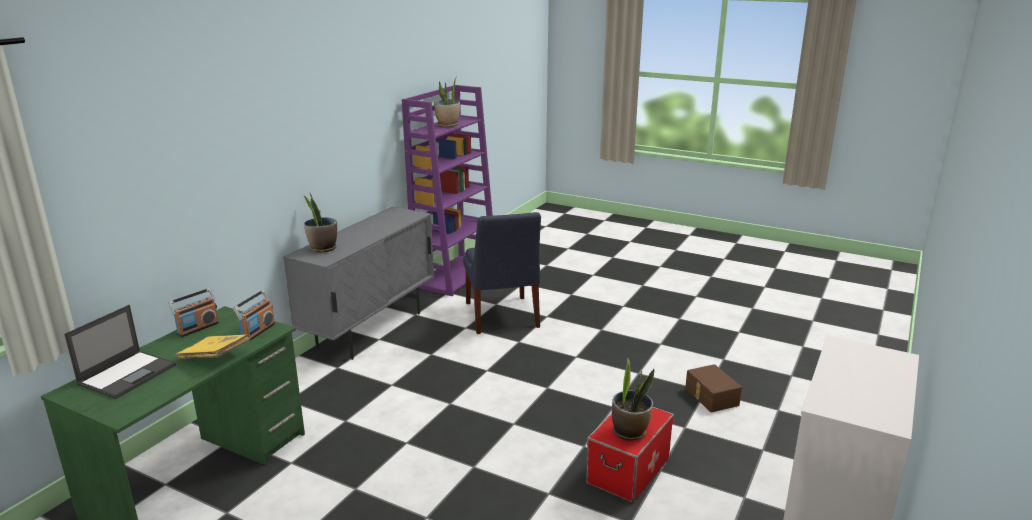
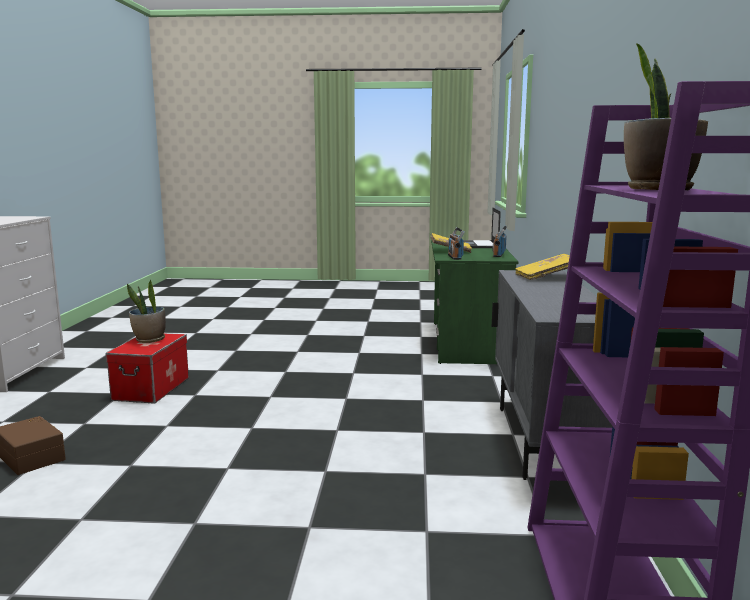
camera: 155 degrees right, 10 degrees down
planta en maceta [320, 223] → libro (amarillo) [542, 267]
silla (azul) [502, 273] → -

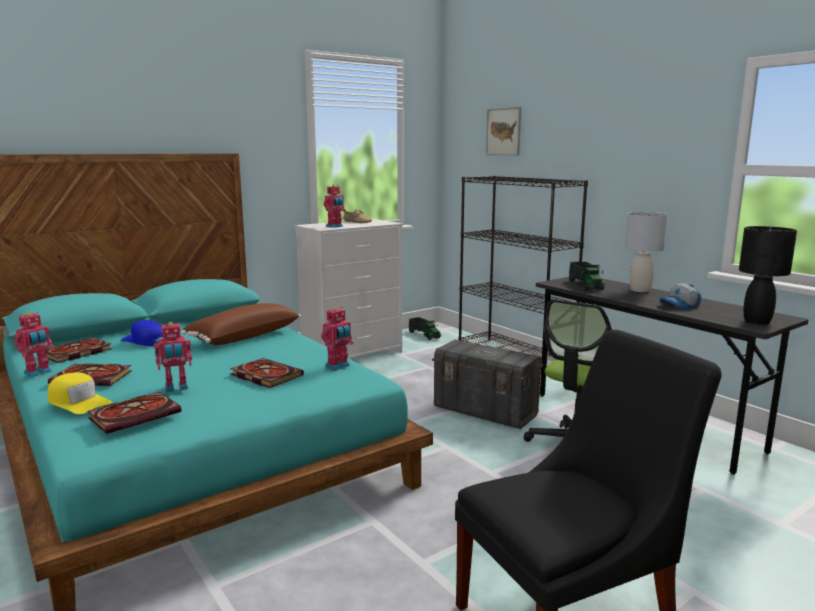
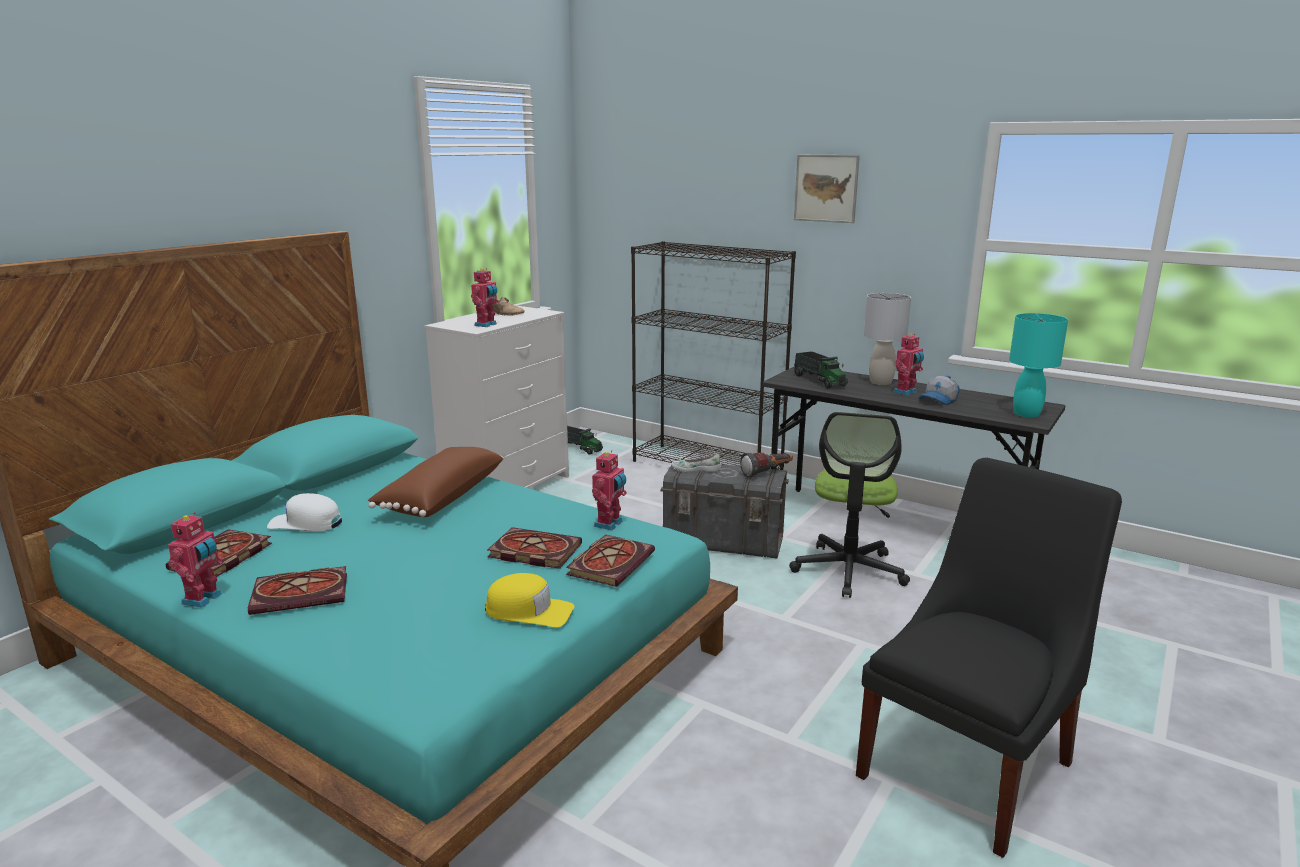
camera: 20 degrees left, 5 degrees up
gorra (azul) [141, 333] → gorra (blanco) [304, 512]
gorra (amarillo) [80, 393] → gorra (amarillo) [530, 600], move
libro [134, 413] → libro [610, 560], move
- → zapato (blanco) [696, 462]
- → linterna [766, 465]
cuadro [503, 131] → cuadro [827, 189], move
robot de juguete [173, 357] → robot de juguete [908, 364], move
lámpara de mesa (negro) [768, 275] → lámpara de mesa (turquesa) [1038, 365]

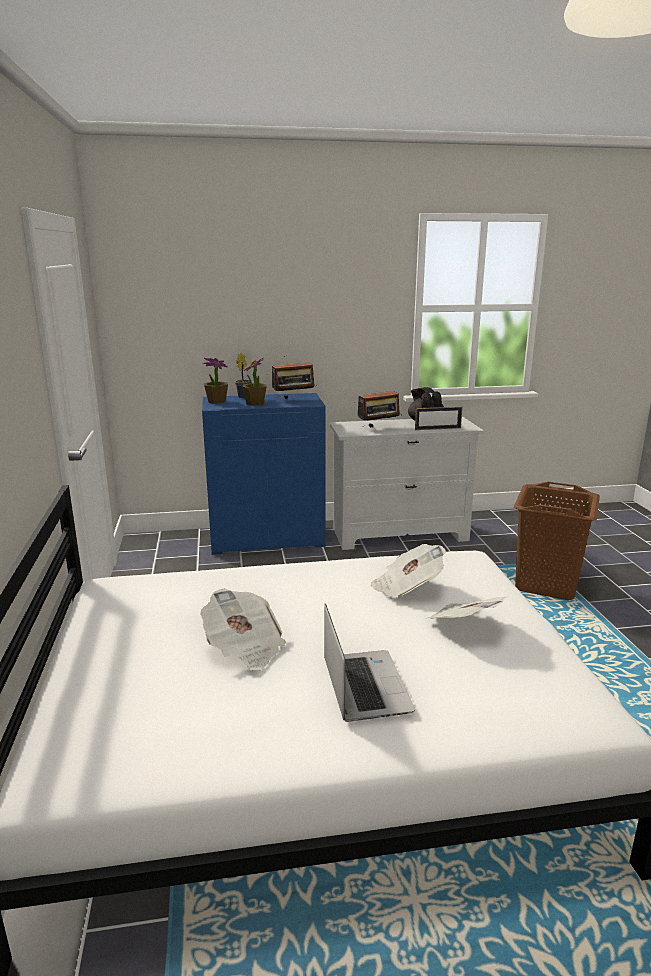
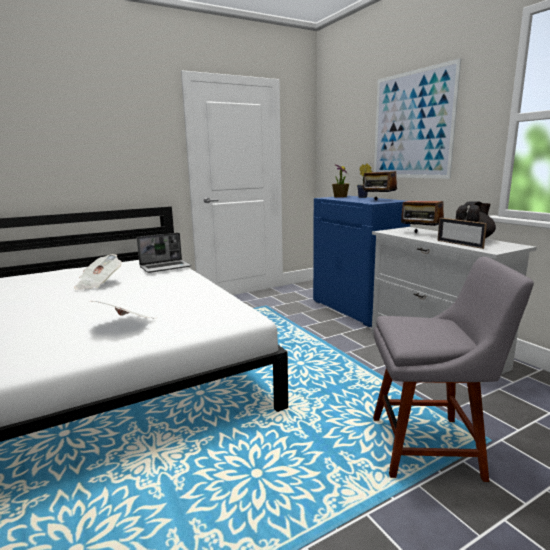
camera: 70 degrees right, 5 degrees down
portátil [369, 662] → portátil [164, 253], move
cesto de la ropa (marrón) [557, 540] → silla (gris) [453, 369]
- → cuadro [417, 118]
planta en maceta [254, 382] → -
periódico [408, 571] → -

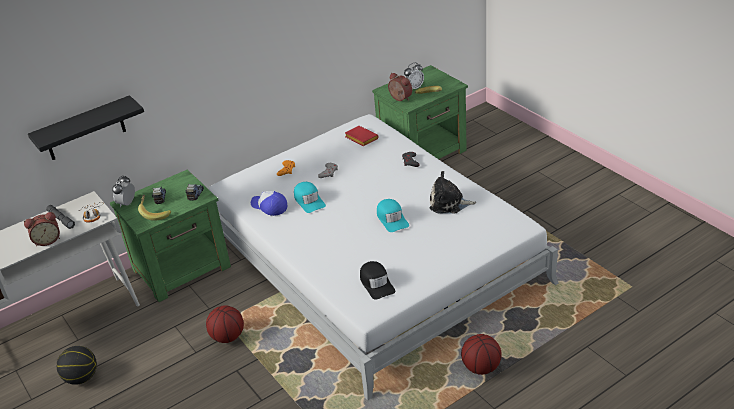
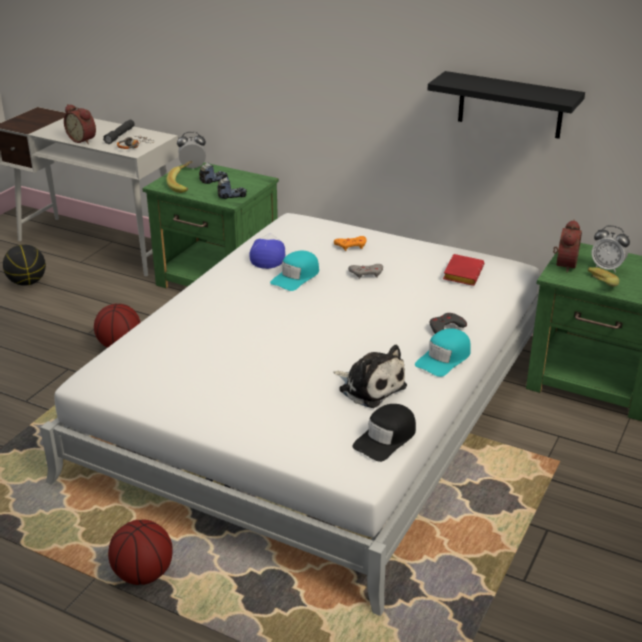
camera: 60 degrees right, 5 degrees down
peluche [453, 192] → peluche [370, 376], 150 degrees clockwise
gorra (negro) [377, 280] → gorra (negro) [384, 433], move
gorra (turquesa) [393, 215] → gorra (turquesa) [443, 352], move
estante (negro) [86, 127] → estante (negro) [506, 105], move

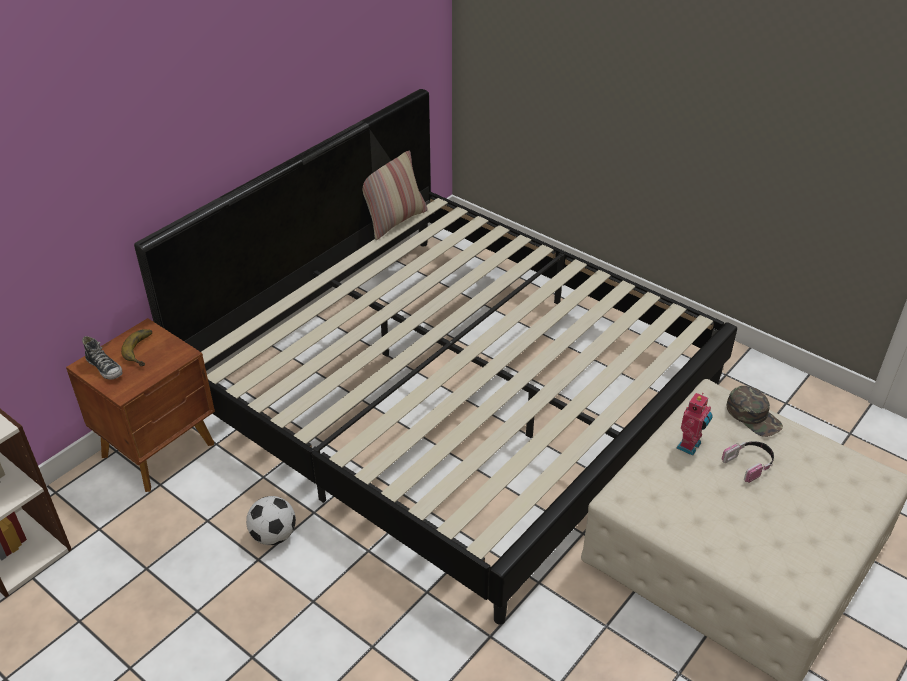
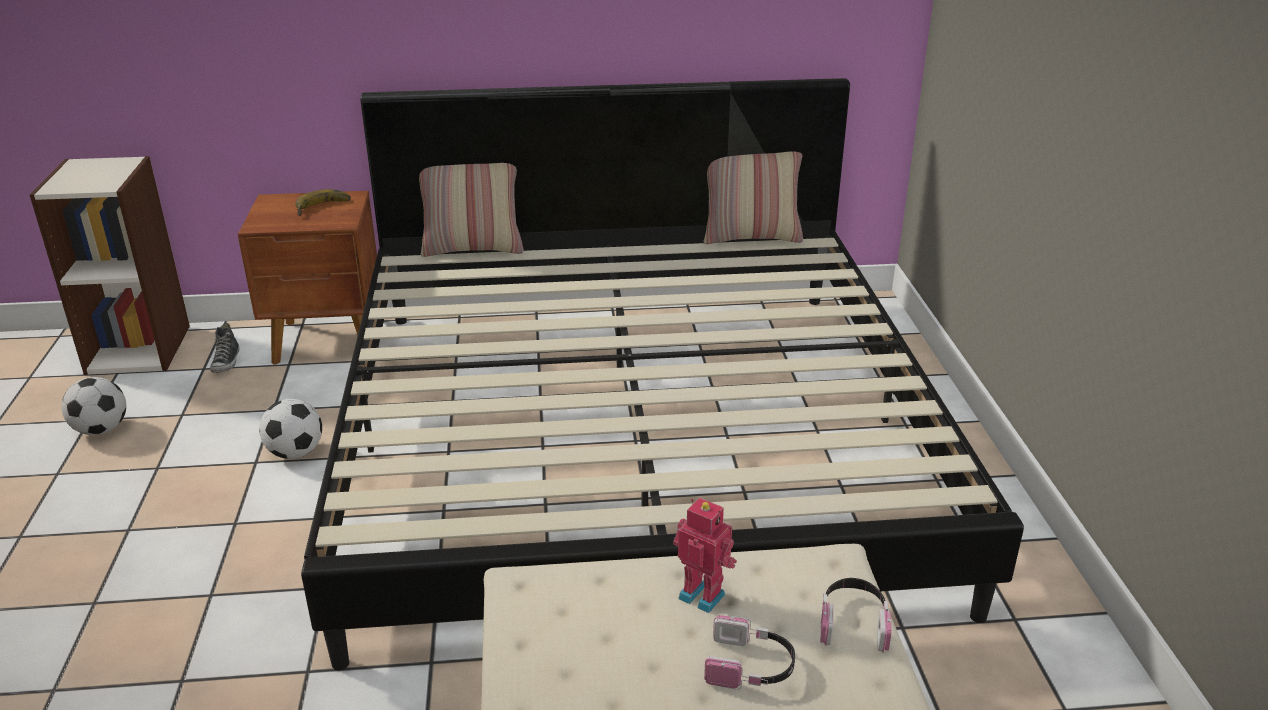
camera: 45 degrees right, 10 degrees down
- → balón de fútbol [93, 406]
zapato [102, 357] → zapato [224, 348], move
- → cojín [471, 210]
robot de juguete [694, 424] → robot de juguete [705, 555], 135 degrees counterclockwise
gorra (verde) [755, 411] → auriculares [856, 615]

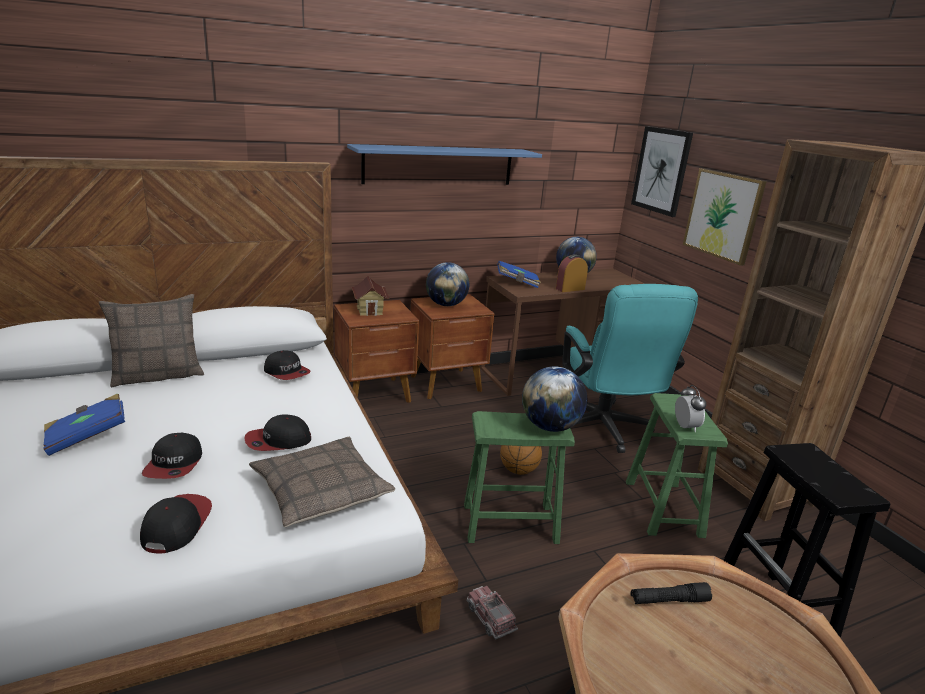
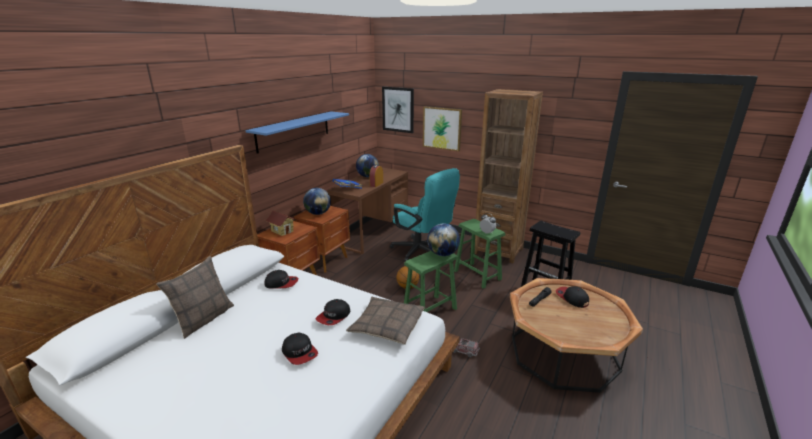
camera: 35 degrees left, 0 degrees up
gorra [176, 523] → gorra [572, 297], move
libro (azul) [84, 424] → -

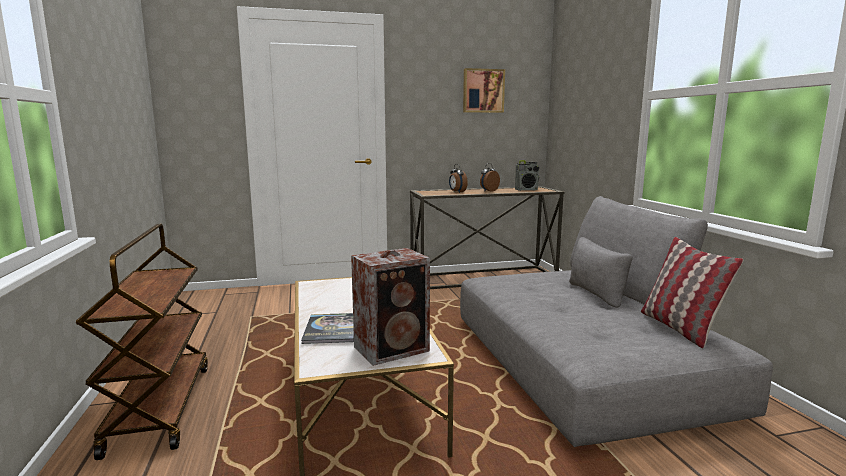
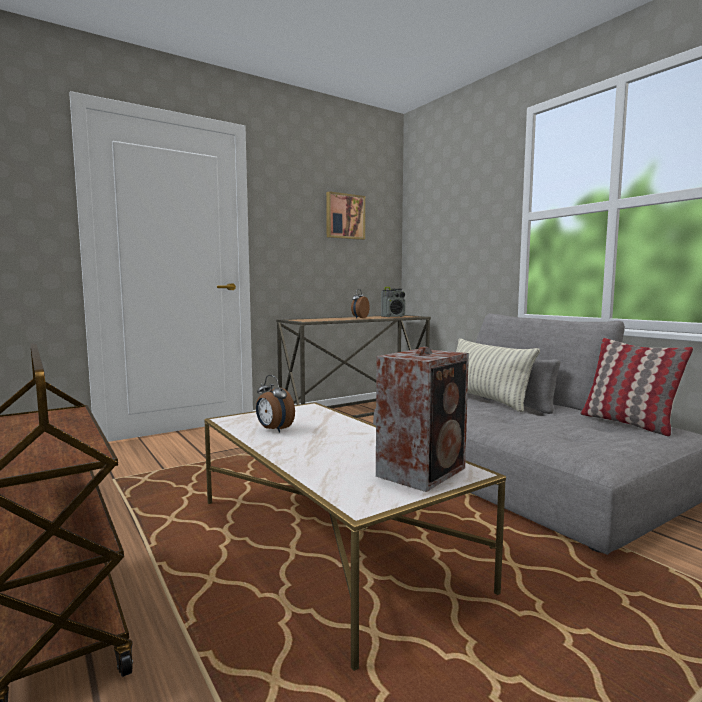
camera: 20 degrees left, 5 degrees down
despertador [458, 178] → despertador [275, 404], move
- → cojín [498, 375]
libro [327, 328] → -

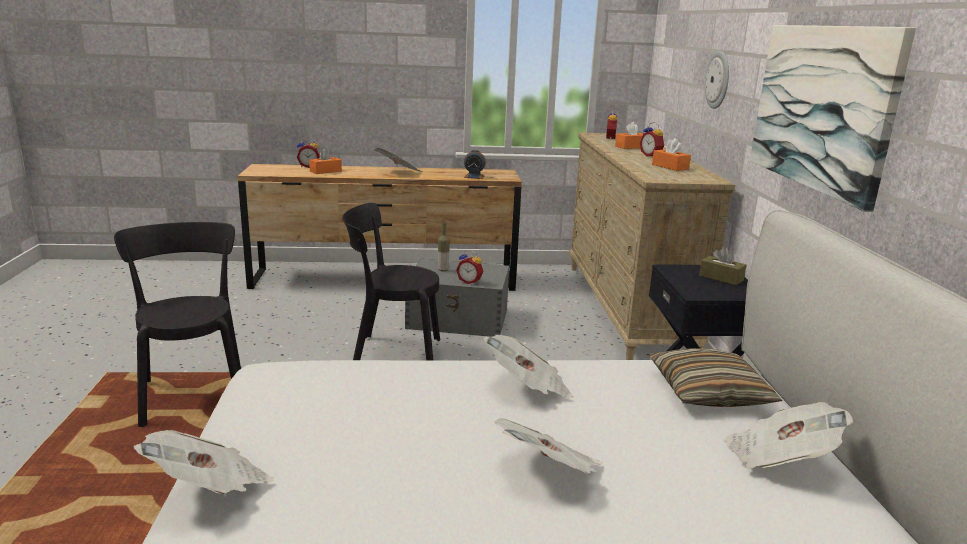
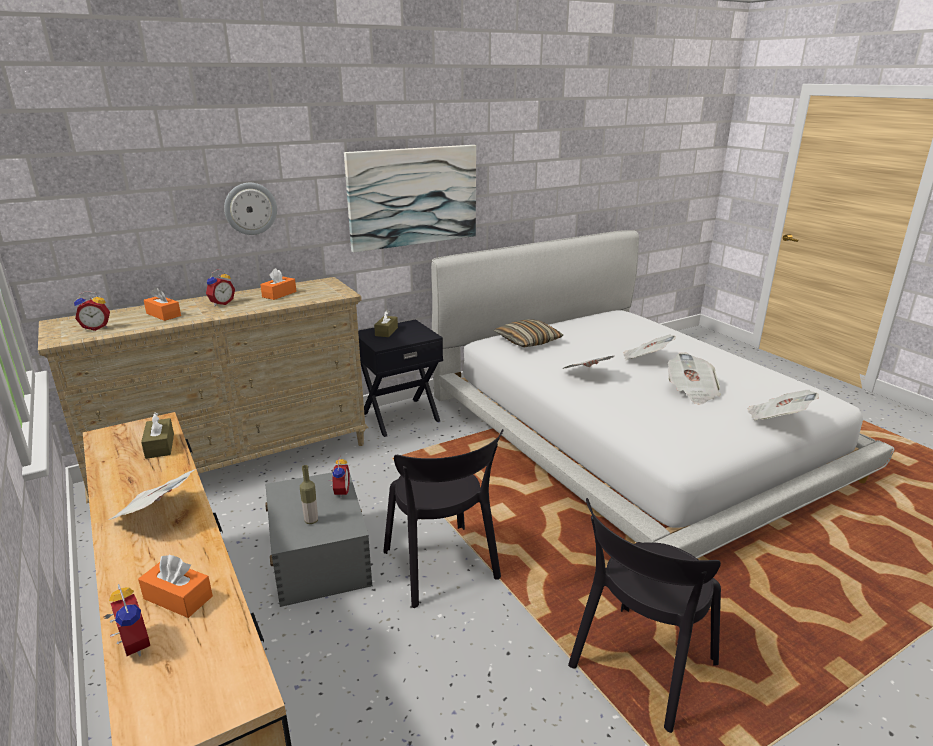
camera: 115 degrees left, 5 degrees up
despertador [475, 164] → caja de pañuelos (marrón) [157, 436]
periódico [788, 435] → periódico [694, 378], move

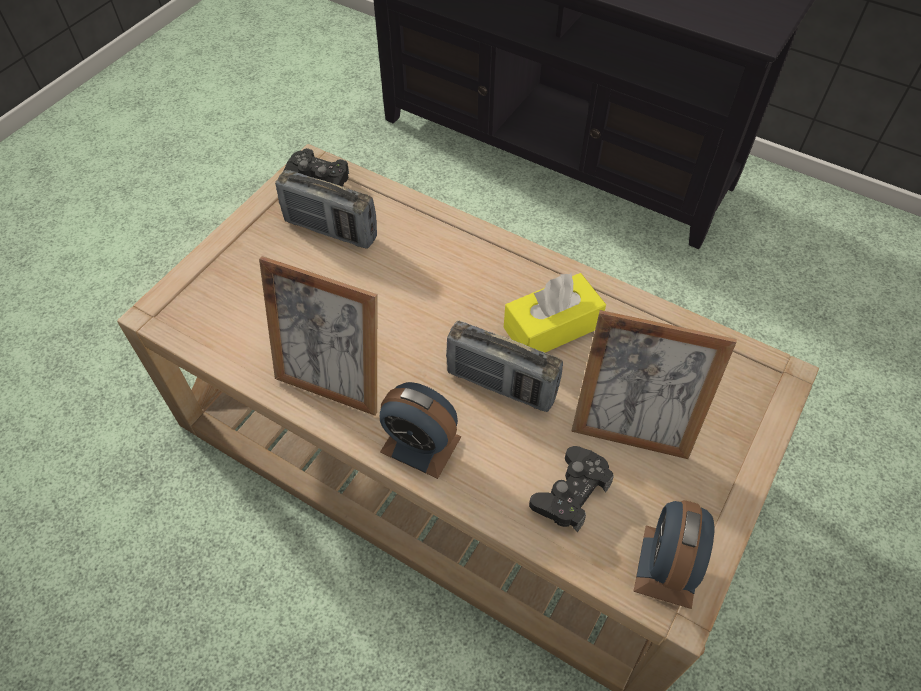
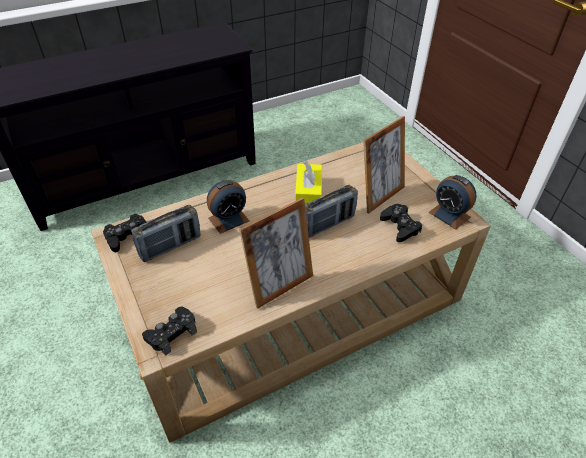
camera: 60 degrees left, 10 degrees down
- → mando de consola (negro) [169, 331]
despertador [420, 430] → despertador [228, 207], move

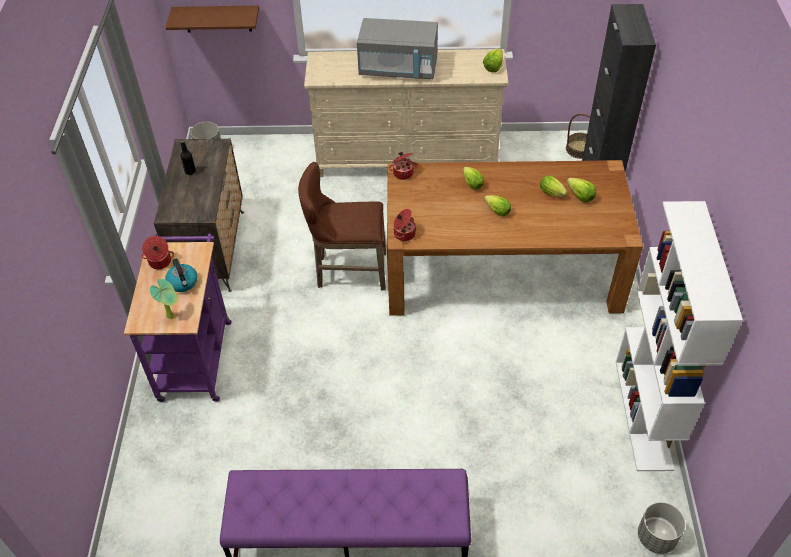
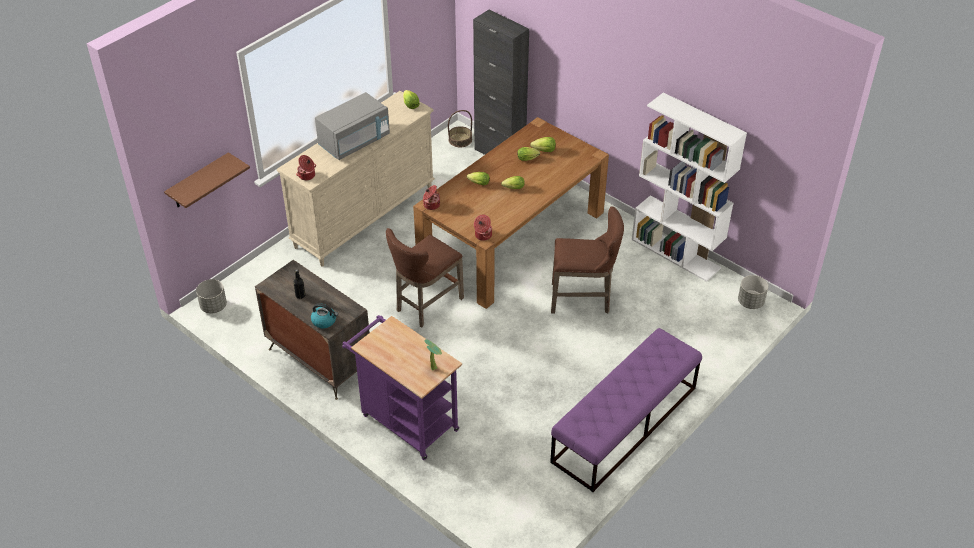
camera: 50 degrees left, 5 degrees down
olla [158, 252] → olla [306, 167], move
hervidor [181, 275] → hervidor [324, 315], move
- → taburete (marrón) [587, 260]

